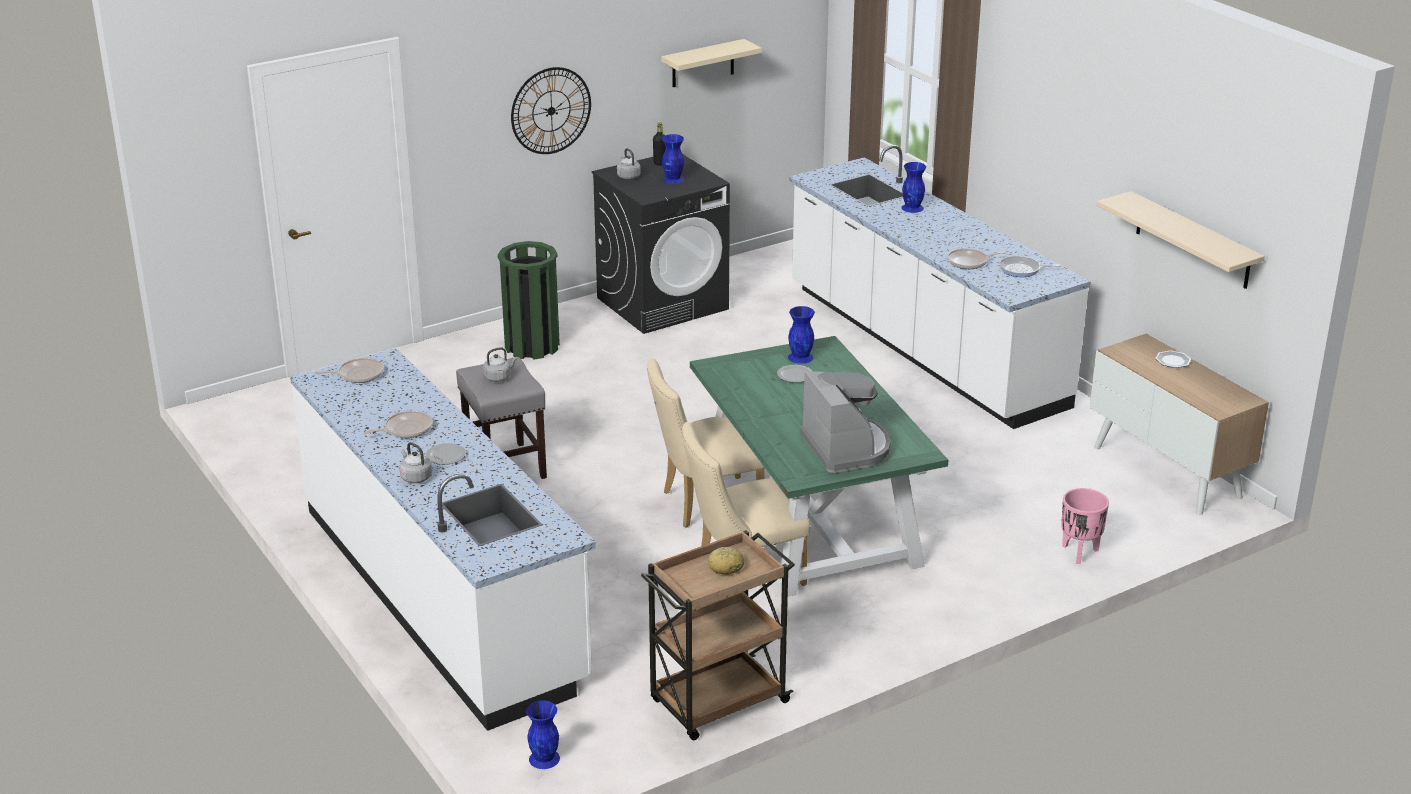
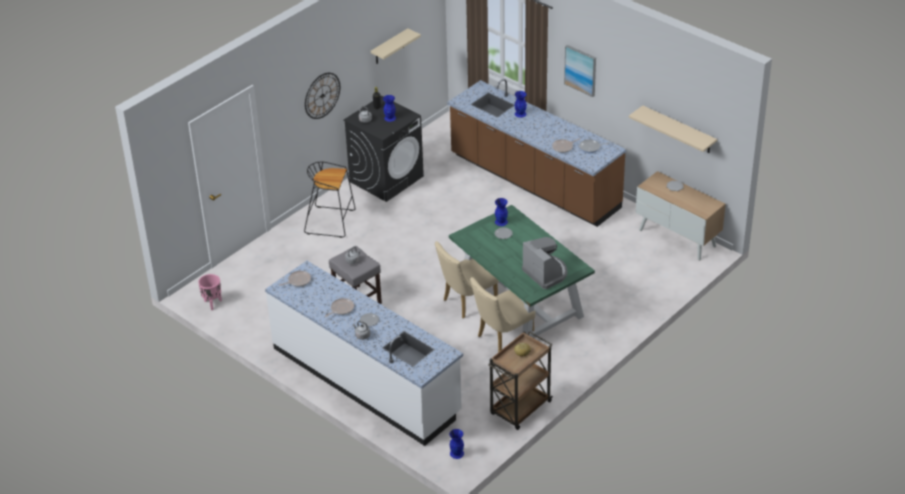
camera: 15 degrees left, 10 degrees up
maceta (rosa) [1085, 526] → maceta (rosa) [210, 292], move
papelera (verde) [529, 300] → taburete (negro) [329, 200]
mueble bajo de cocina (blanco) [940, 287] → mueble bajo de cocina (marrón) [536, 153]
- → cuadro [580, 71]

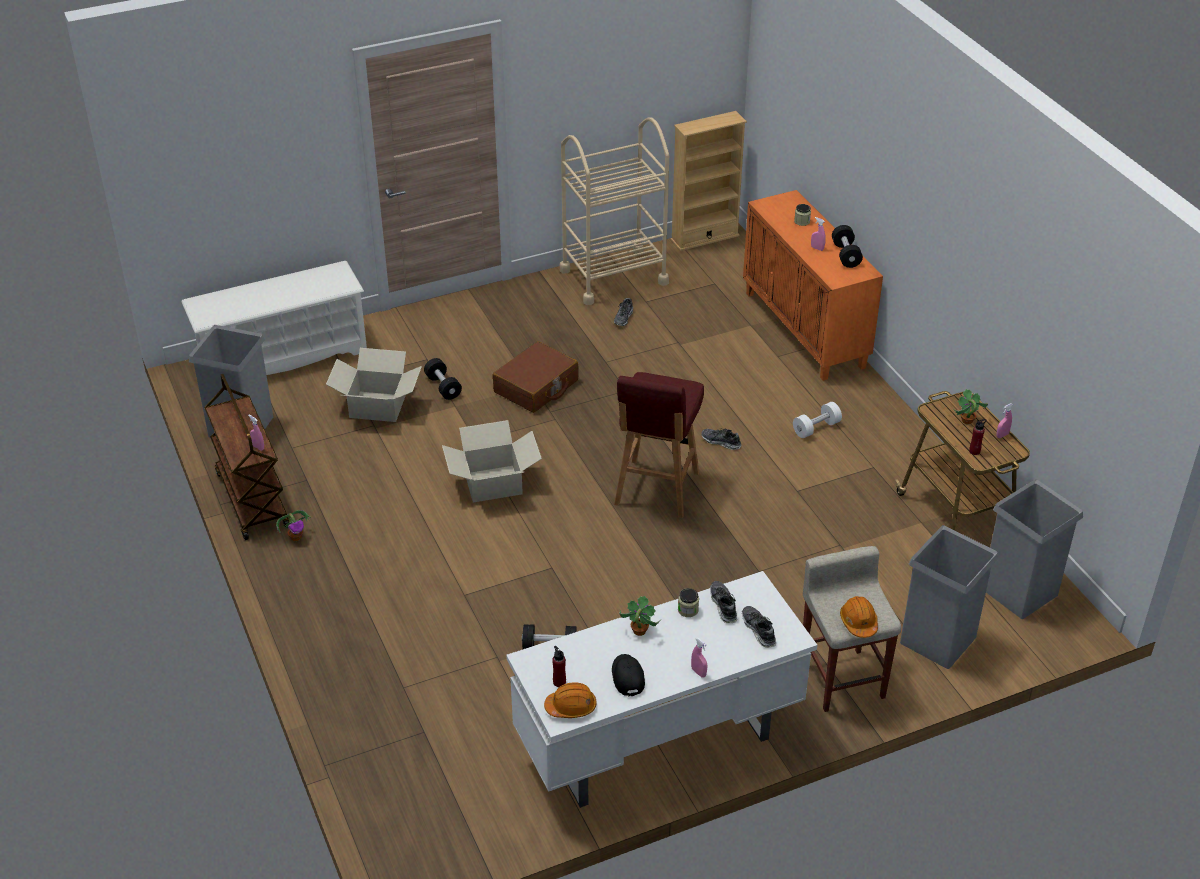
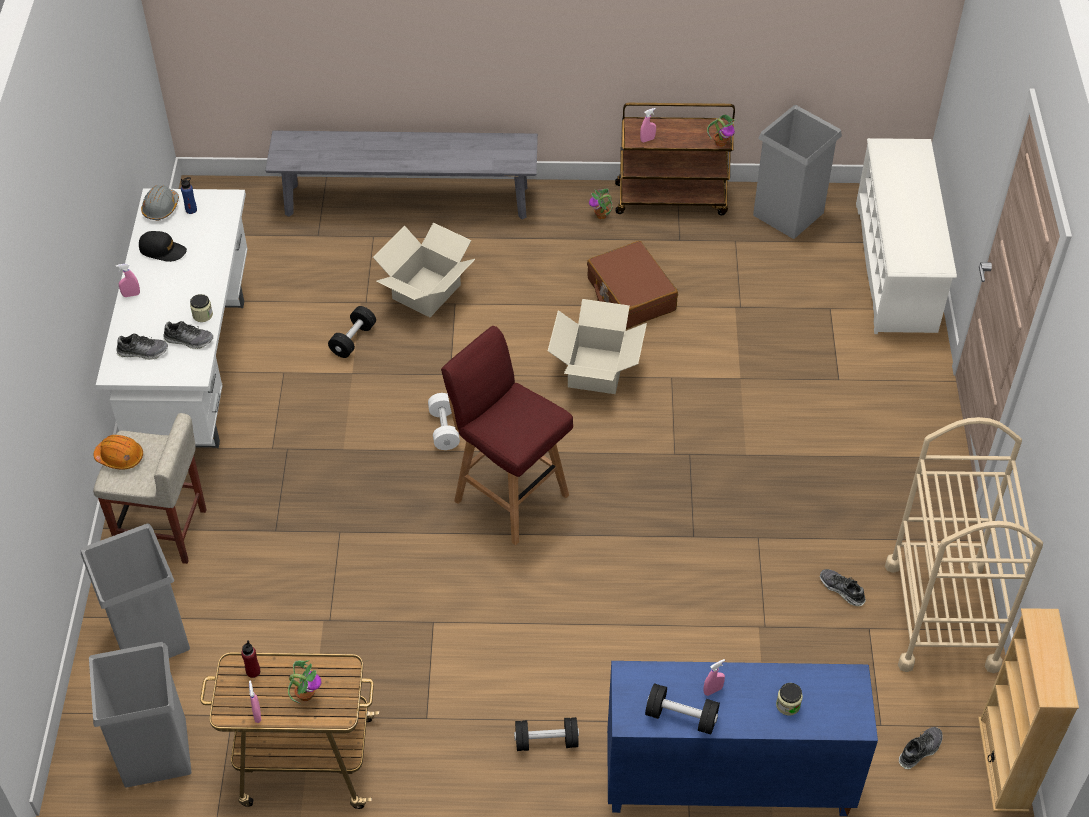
camera: 115 degrees right, 10 degrees up
casco (naranja) [570, 700] → casco (gris) [160, 202]
botella (rojo) [559, 666] → botella (azul) [189, 195]
- → banco (gris) [401, 175]
caja de cartón [374, 385] → caja de cartón [424, 270], move
mancuerna (blanco) [817, 420] → mancuerna (blanco) [444, 421], move
mancuerna (negro) [443, 379] → mancuerna (negro) [546, 734], move
maleta (marrón) [535, 377] → maleta (marrón) [632, 285], move
armario (naranja) [813, 285] → armario (azul) [742, 738]
planta en maceta [640, 616] → planta en maceta [721, 130], move
zapato [721, 439] → zapato [921, 748], move

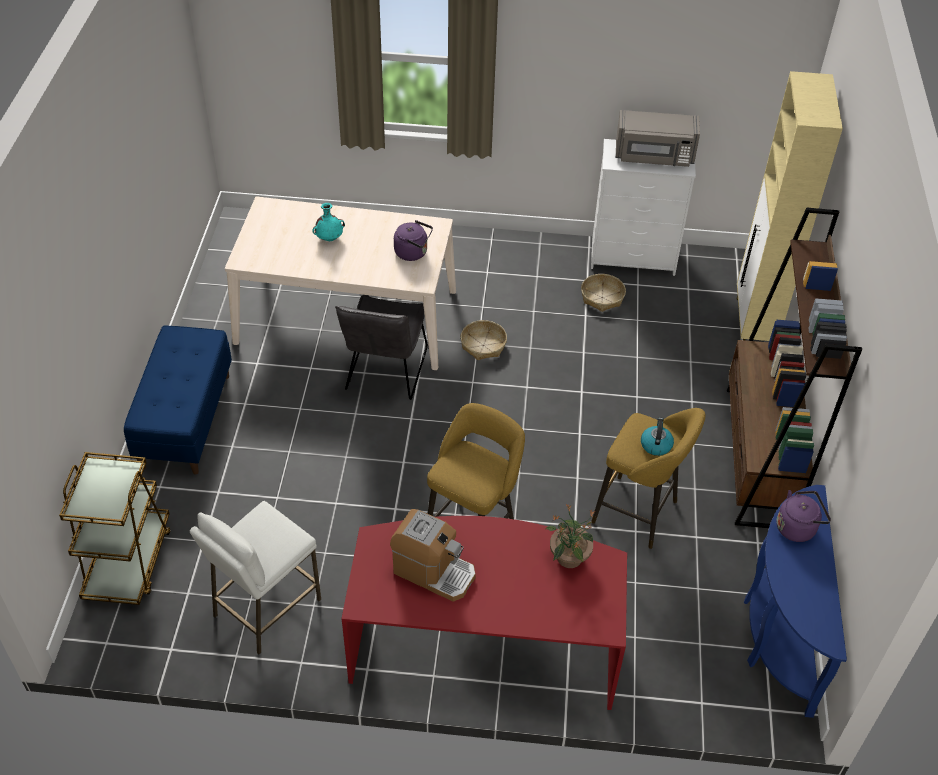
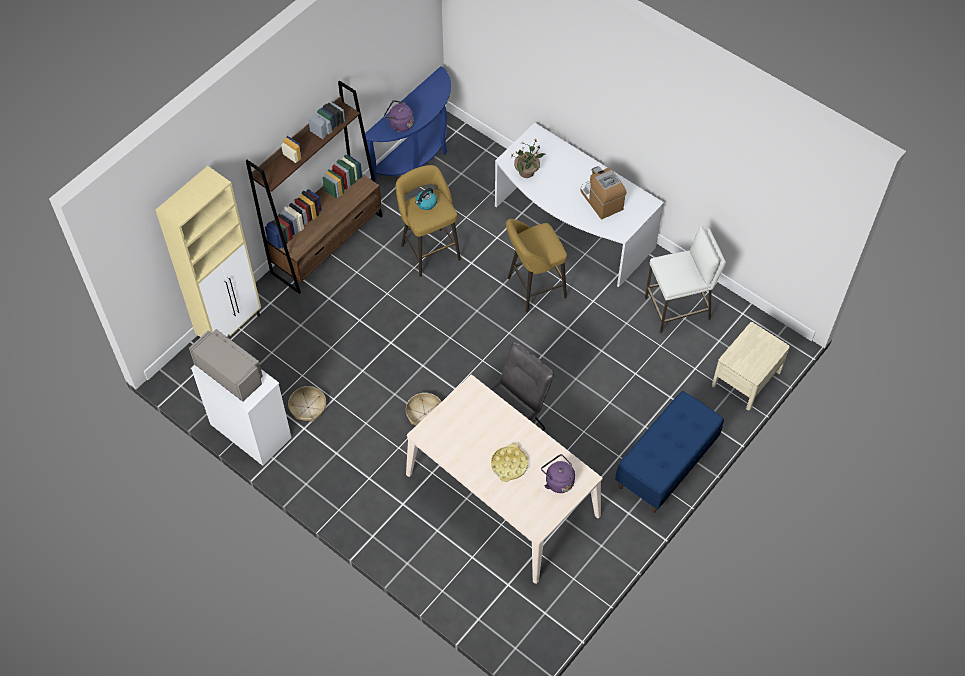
camera: 145 degrees left, 10 degrees up
florero (turquesa) [328, 222] → bandeja (amarillo) [509, 462]
escritorio (rojo) [484, 613] → escritorio (blanco) [579, 205]
hervidor (morado) [413, 240] → hervidor (morado) [558, 473], move
carrito (marrón) [115, 528] → mesita de noche (beis) [751, 366]

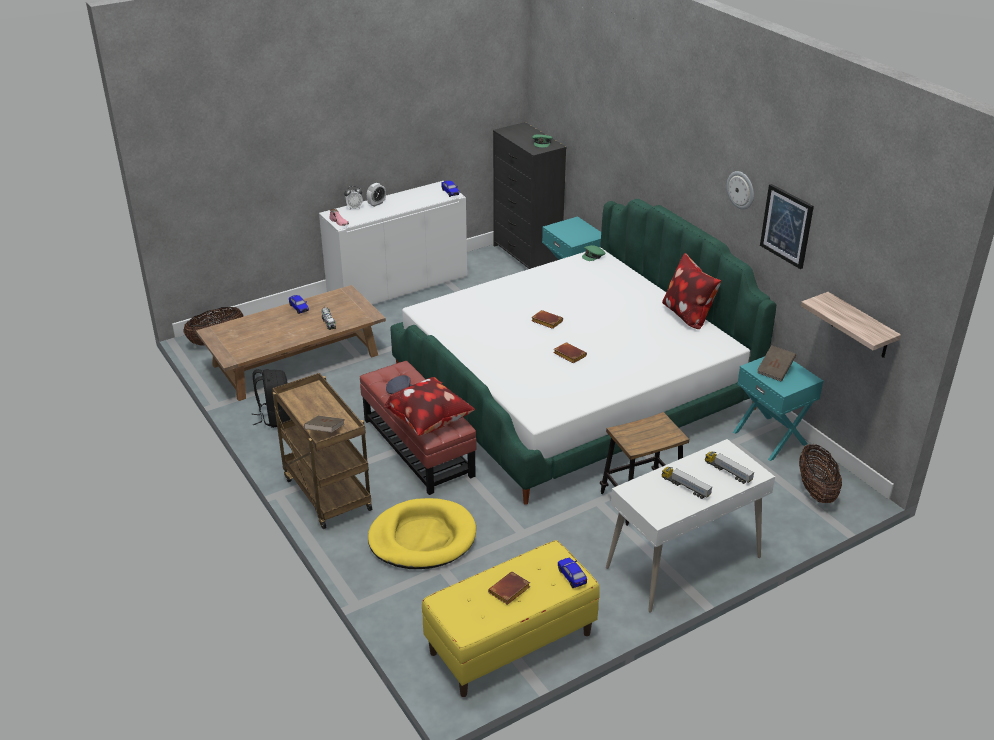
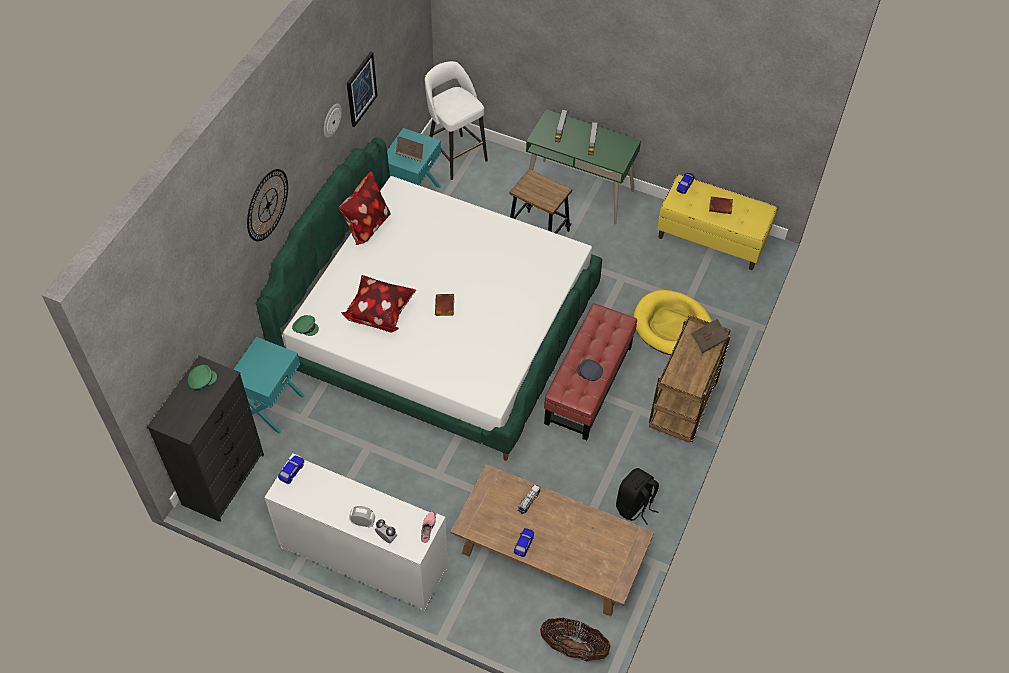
camera: 125 degrees left, 20 degrees up
- → reloj de pared [267, 205]
cojín [429, 406] → cojín [378, 304], move
cesta [820, 473] → taburete (blanco) [456, 120]
escritorio (blanco) [690, 526] → escritorio (verde) [583, 167]
libro (marrón) [570, 352] → -
estante [851, 325] → -

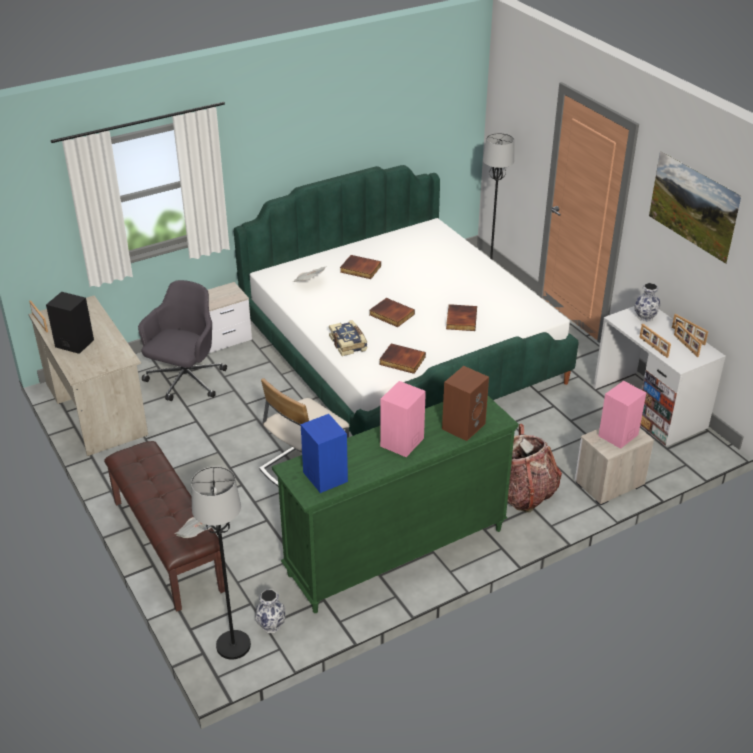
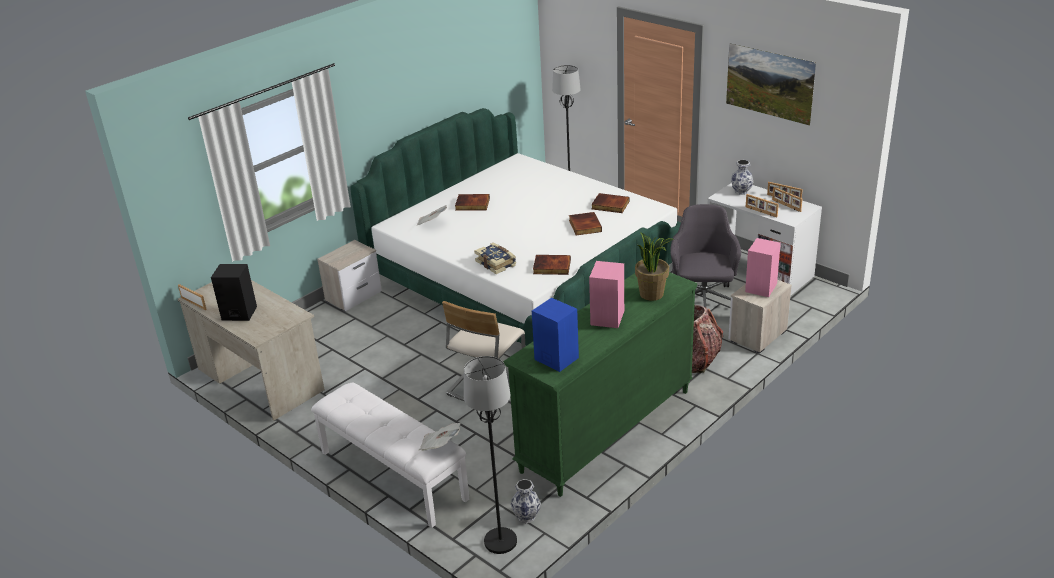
camera: 15 degrees left, 5 degrees down
banco (marrón) [164, 526] → banco (blanco) [390, 455]
libro [392, 312] → libro [610, 203], move
altavoz (marrón) [465, 403] → planta en maceta [654, 266]
silla de oficina (gris) [182, 340] → silla de oficina (gris) [705, 256], move

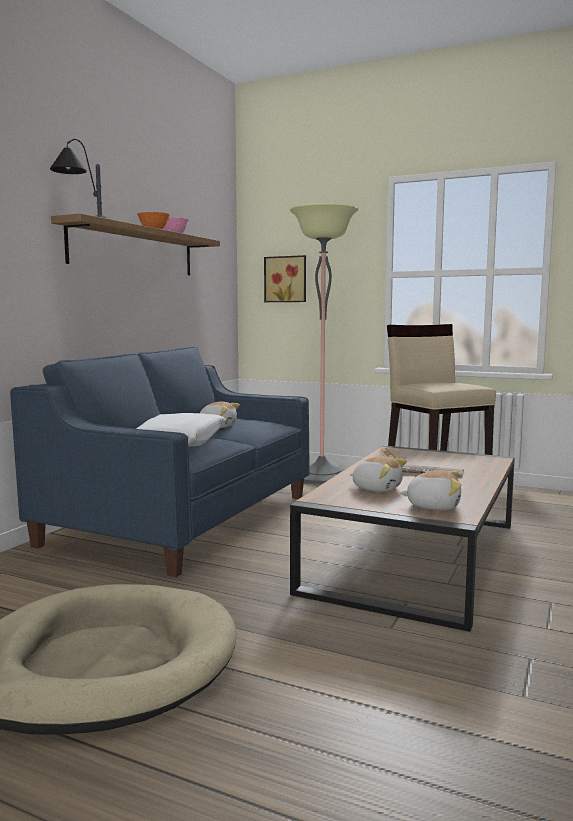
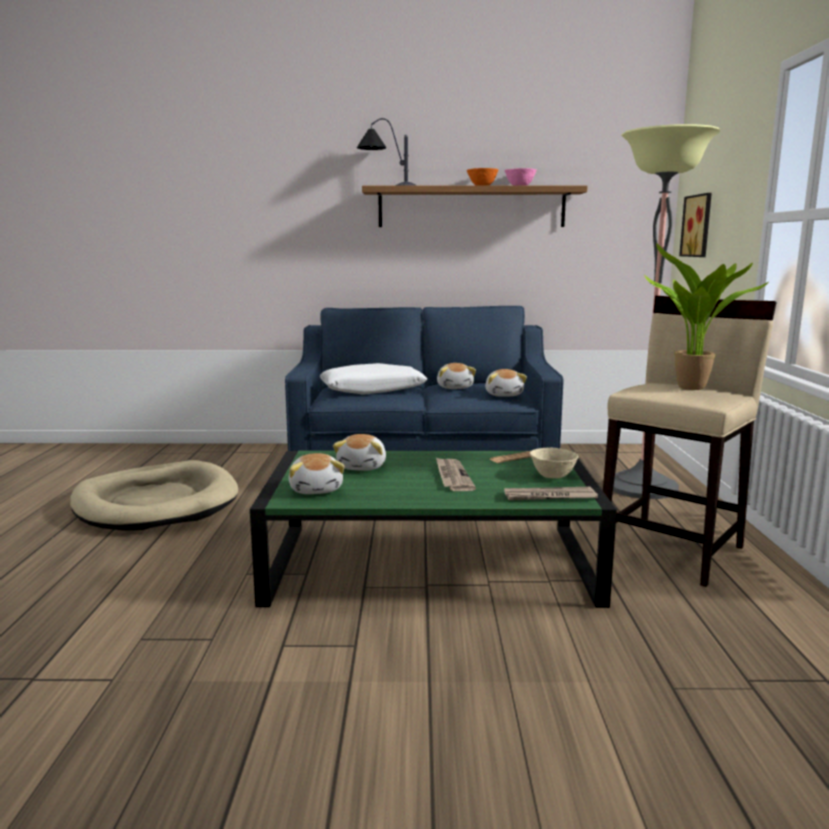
camera: 65 degrees right, 5 degrees up
mesa de centro (marrón) [402, 538] → mesa de centro (verde) [433, 529]
- → peluche [506, 383]
- → periódico [551, 493]
- → cuenco (beis) [554, 463]
- → planta en maceta [706, 316]

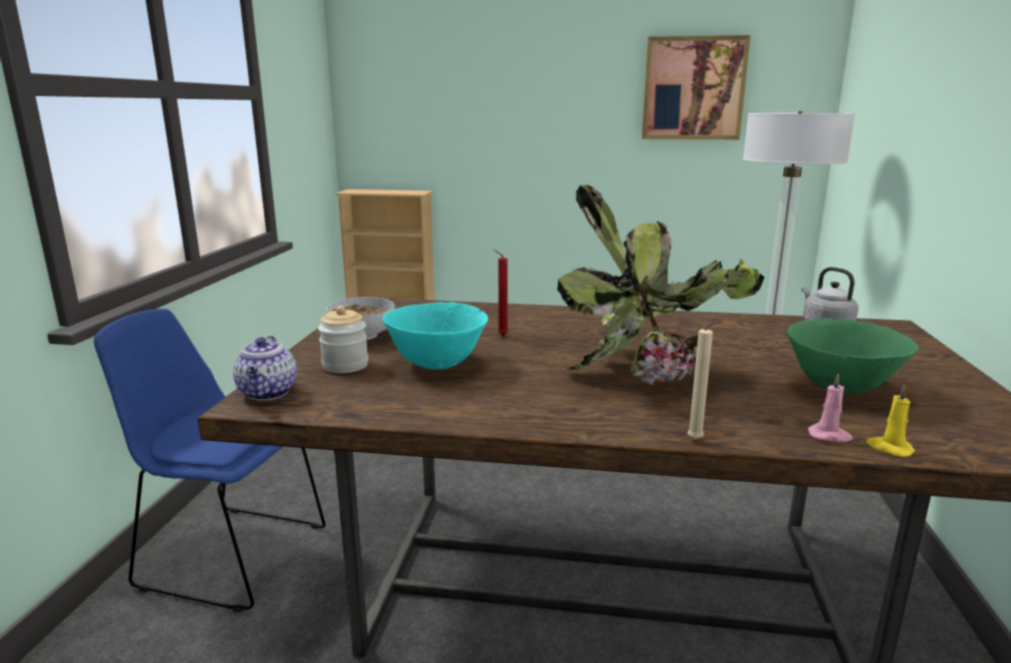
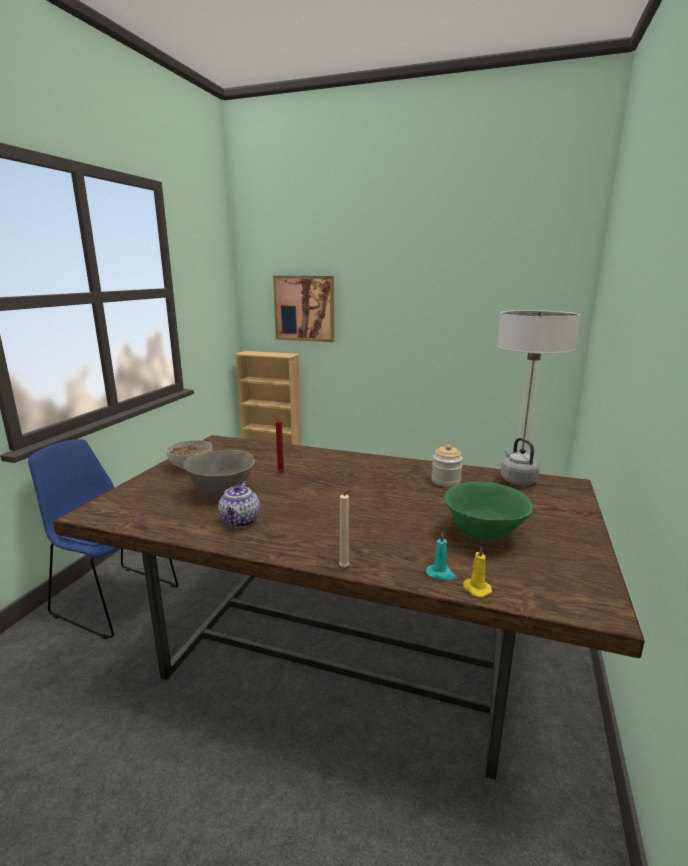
camera: 10 degrees right, 0 degrees up
cuenco (turquesa) [435, 336] → cuenco (gris) [219, 473]
tetera [265, 368] → tetera [239, 504], move
cuadro [696, 87] → cuadro [303, 309], move
vela (rosa) [830, 408] → vela (turquesa) [441, 556]
tarro [343, 339] → tarro [447, 466], move
planta en maceta [660, 285] → -

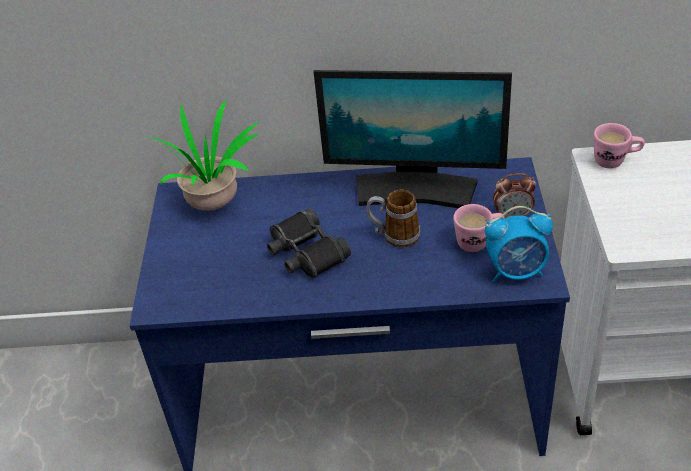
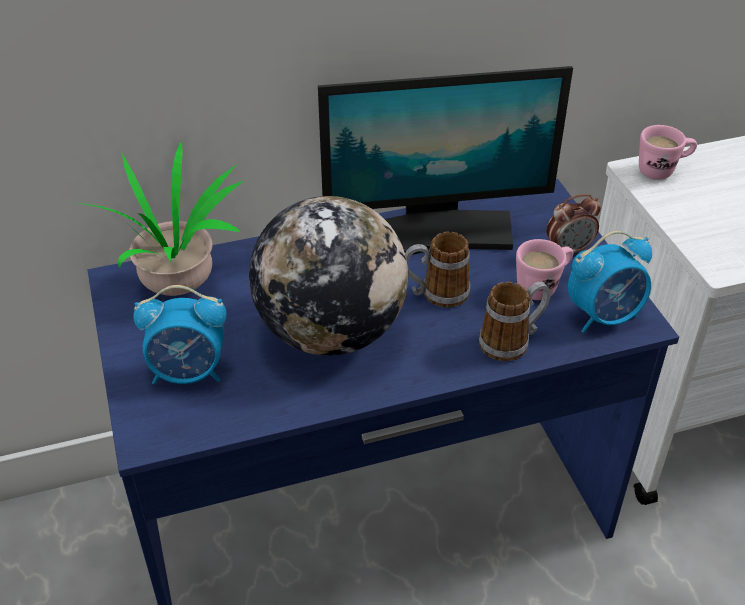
camera: 20 degrees left, 0 degrees up
- → despertador [180, 334]
prismáticos (negro) [309, 243] → globo terráqueo [328, 276]
- → taza grande [514, 321]

